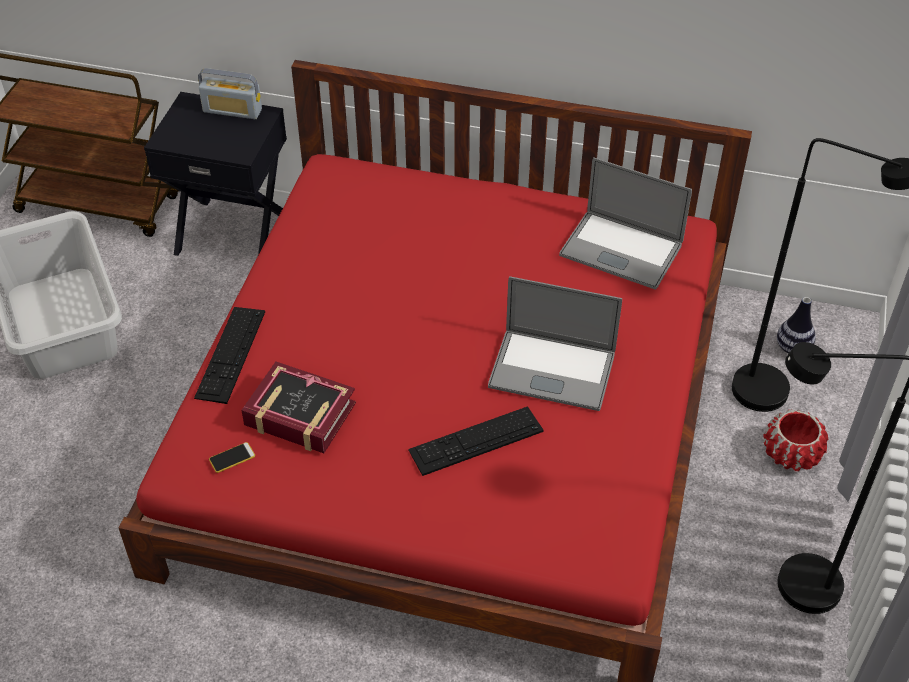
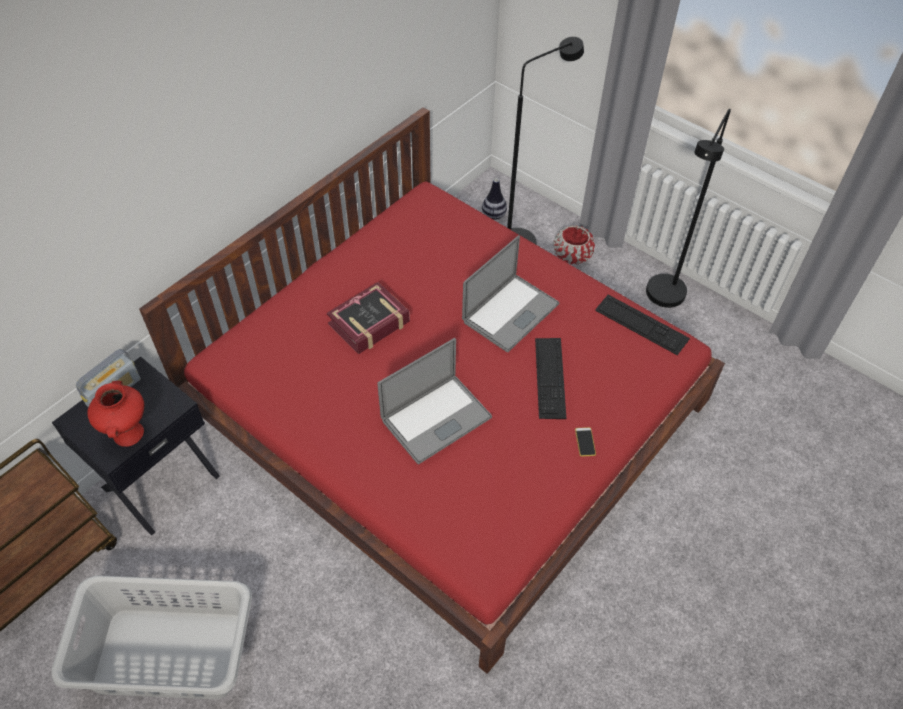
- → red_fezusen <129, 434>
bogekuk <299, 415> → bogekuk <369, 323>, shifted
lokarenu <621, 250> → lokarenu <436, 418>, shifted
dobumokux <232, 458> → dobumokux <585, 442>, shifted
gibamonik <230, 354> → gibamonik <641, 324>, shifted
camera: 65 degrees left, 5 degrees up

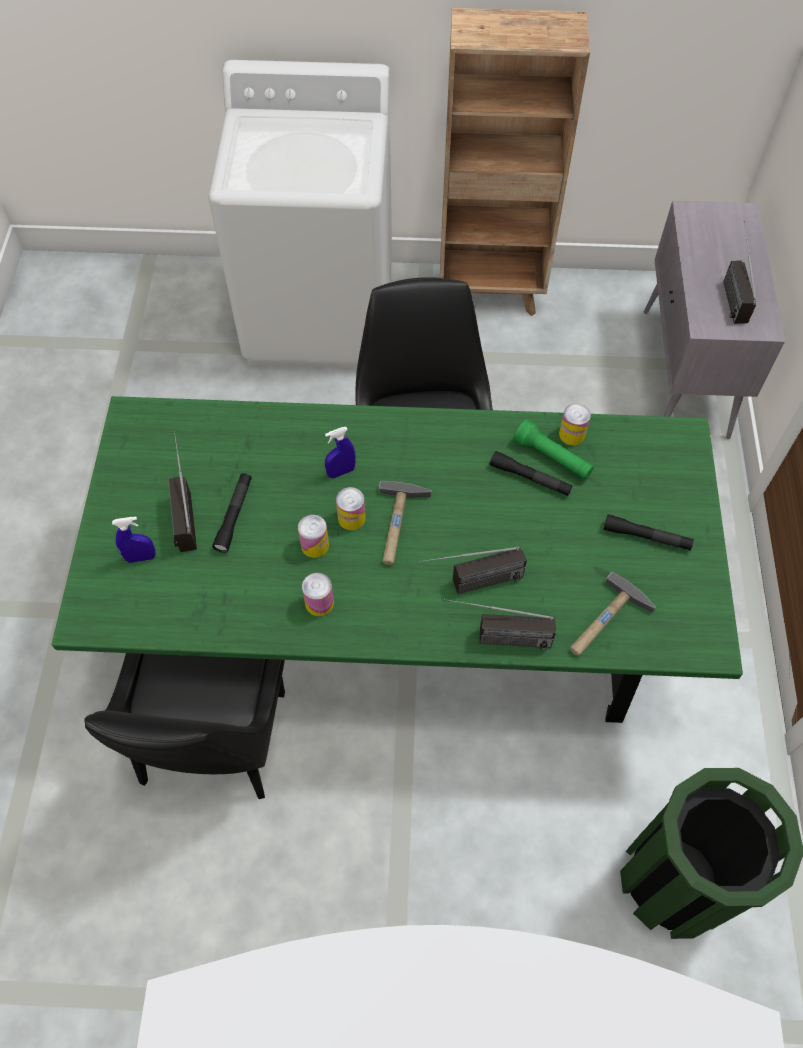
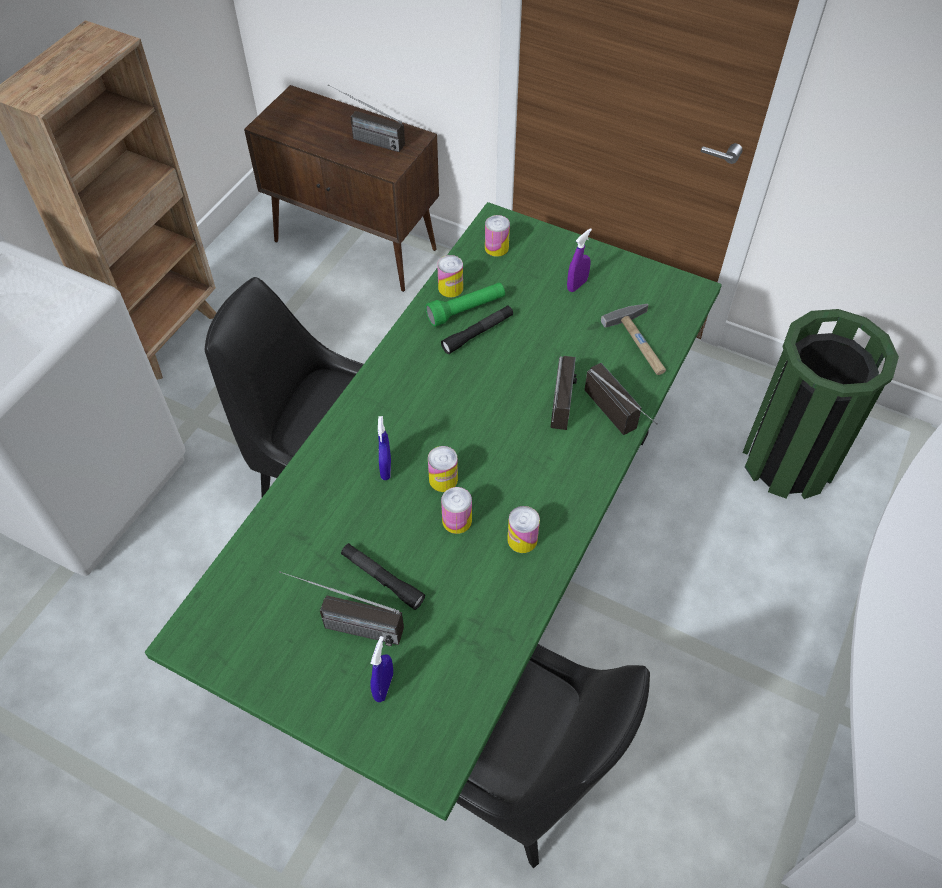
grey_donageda <685, 374> → brown_donageda <356, 246>
- → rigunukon <496, 248>
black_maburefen <646, 537> → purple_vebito <577, 285>
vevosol <495, 638> → vevosol <622, 421>, 60 degrees counterclockwise
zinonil <398, 525> → -
camera: 65 degrees left, 5 degrees down

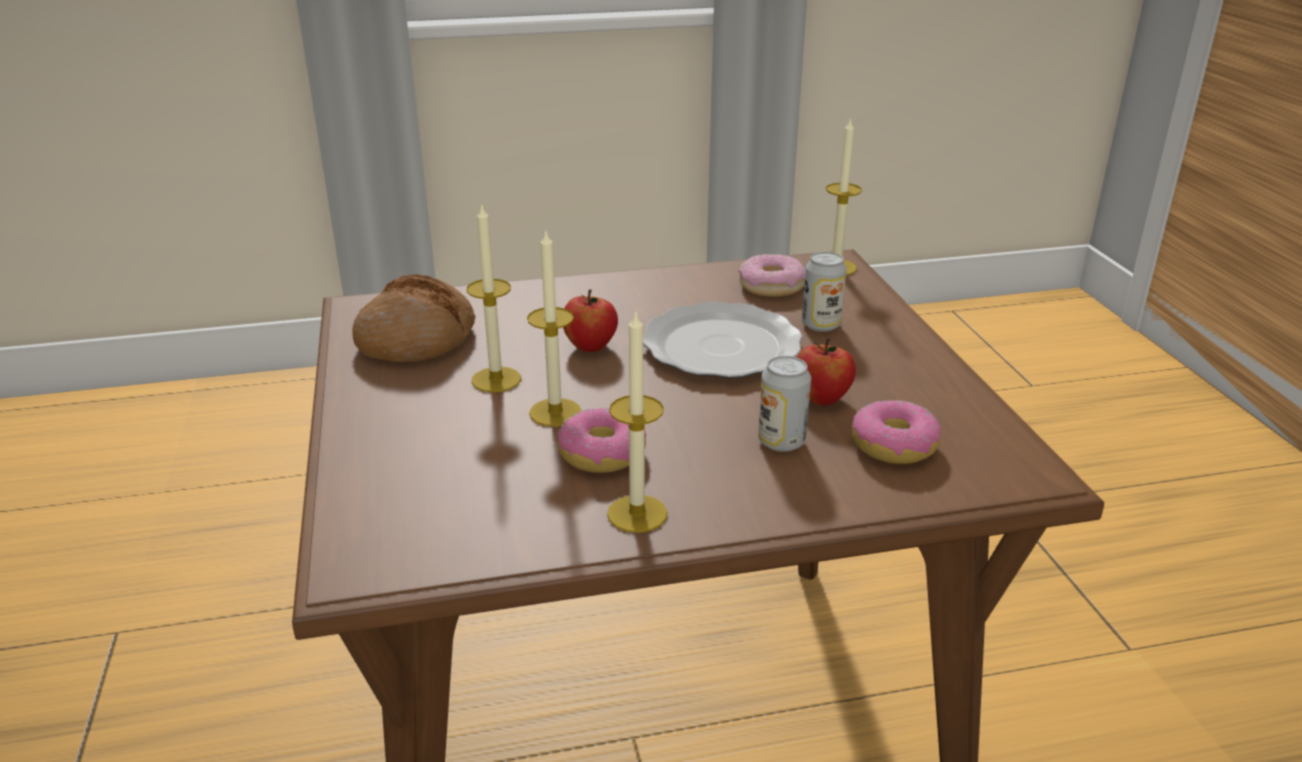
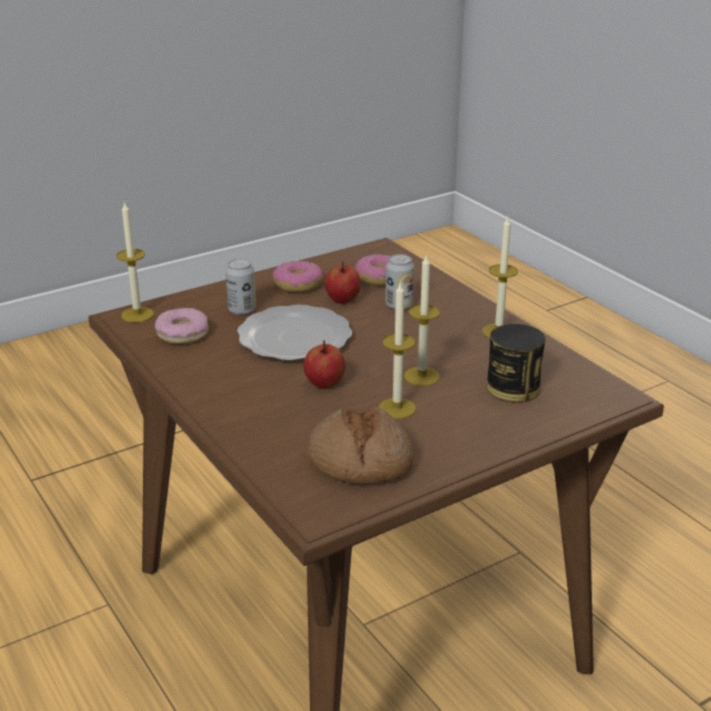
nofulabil <602, 454> → nofulabil <298, 284>, shifted
- → rigunukon <513, 388>
camera: 110 degrees left, 0 degrees up

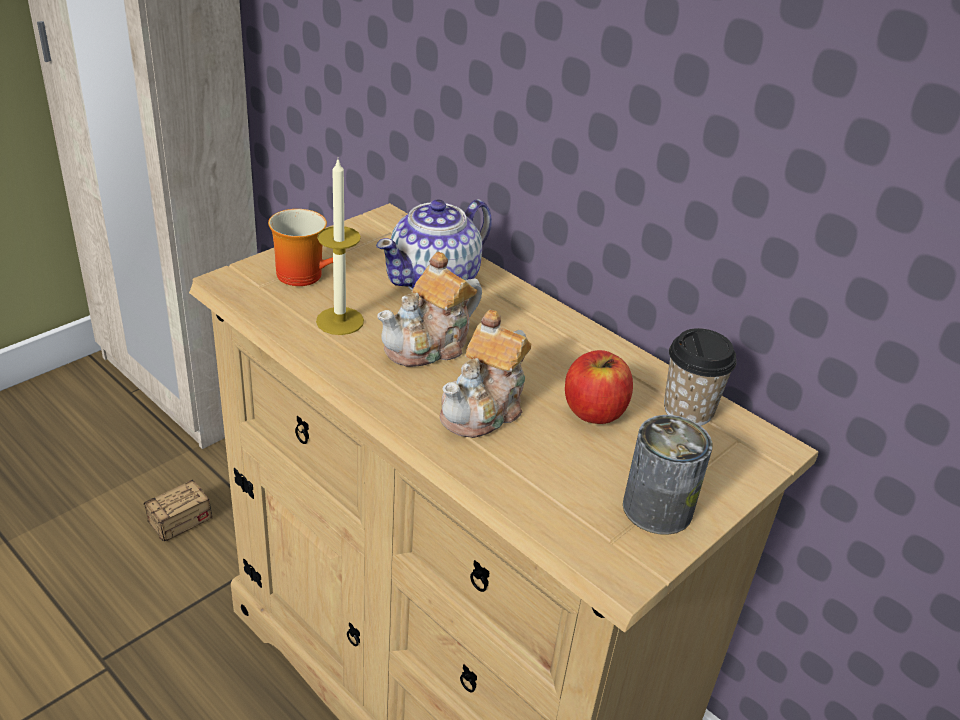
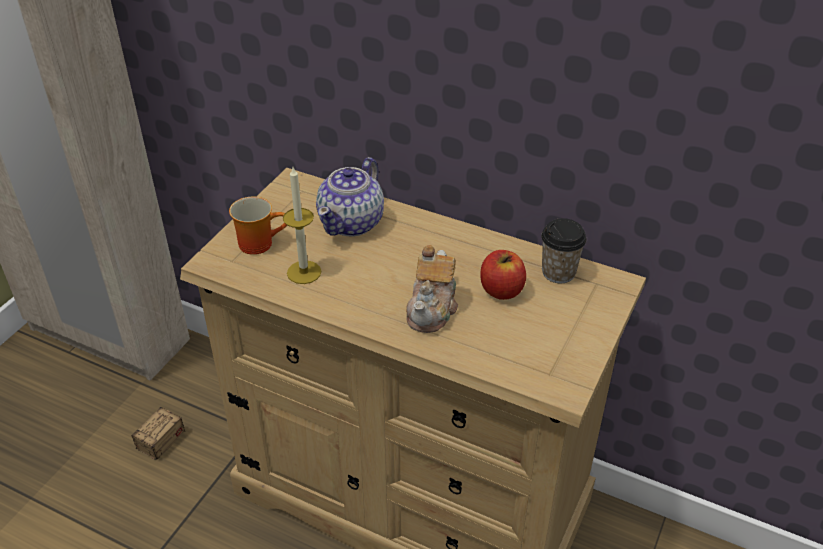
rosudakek <430, 345> → -
rigunukon <657, 508> → -
camera: 15 degrees left, 5 degrees up

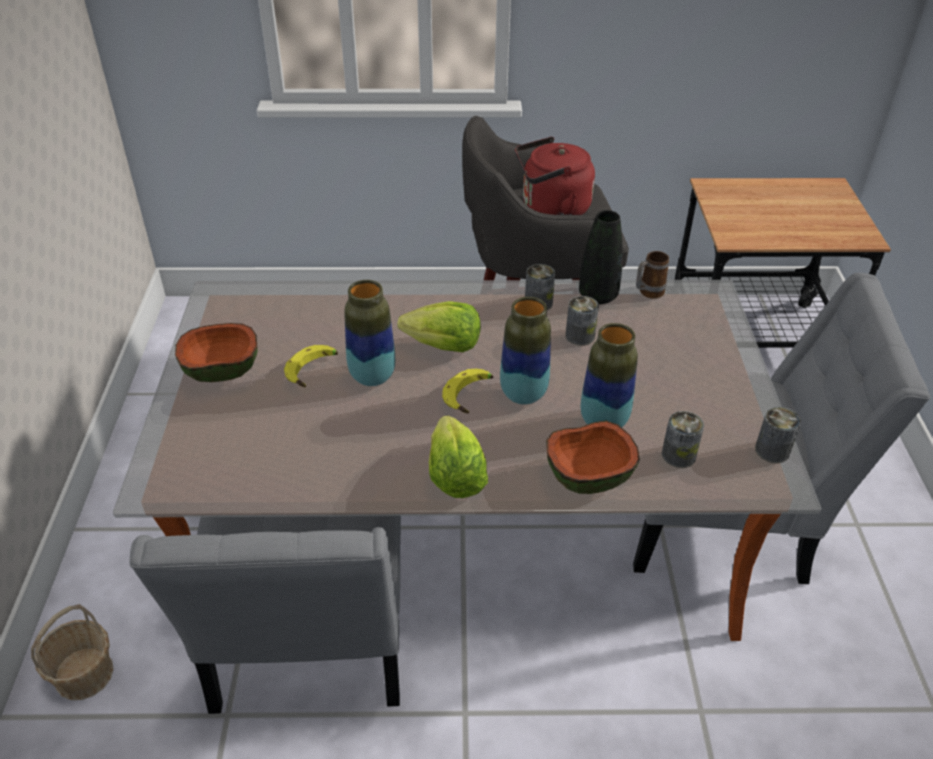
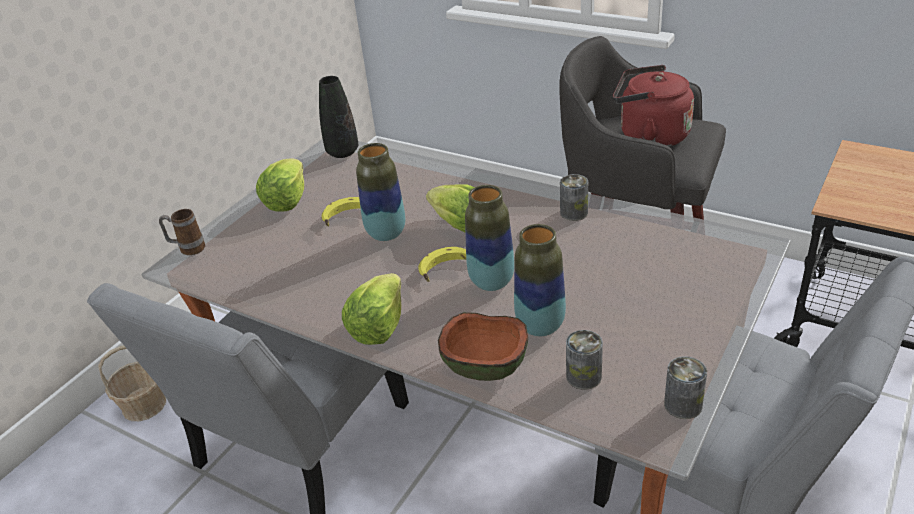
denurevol <647, 293> → denurevol <187, 249>, shifted
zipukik <221, 371> → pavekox <287, 201>
black_fezusen <598, 296> → black_fezusen <342, 152>, shifted
rigunukon <580, 336> → -
camera: 35 degrees right, 5 degrees down

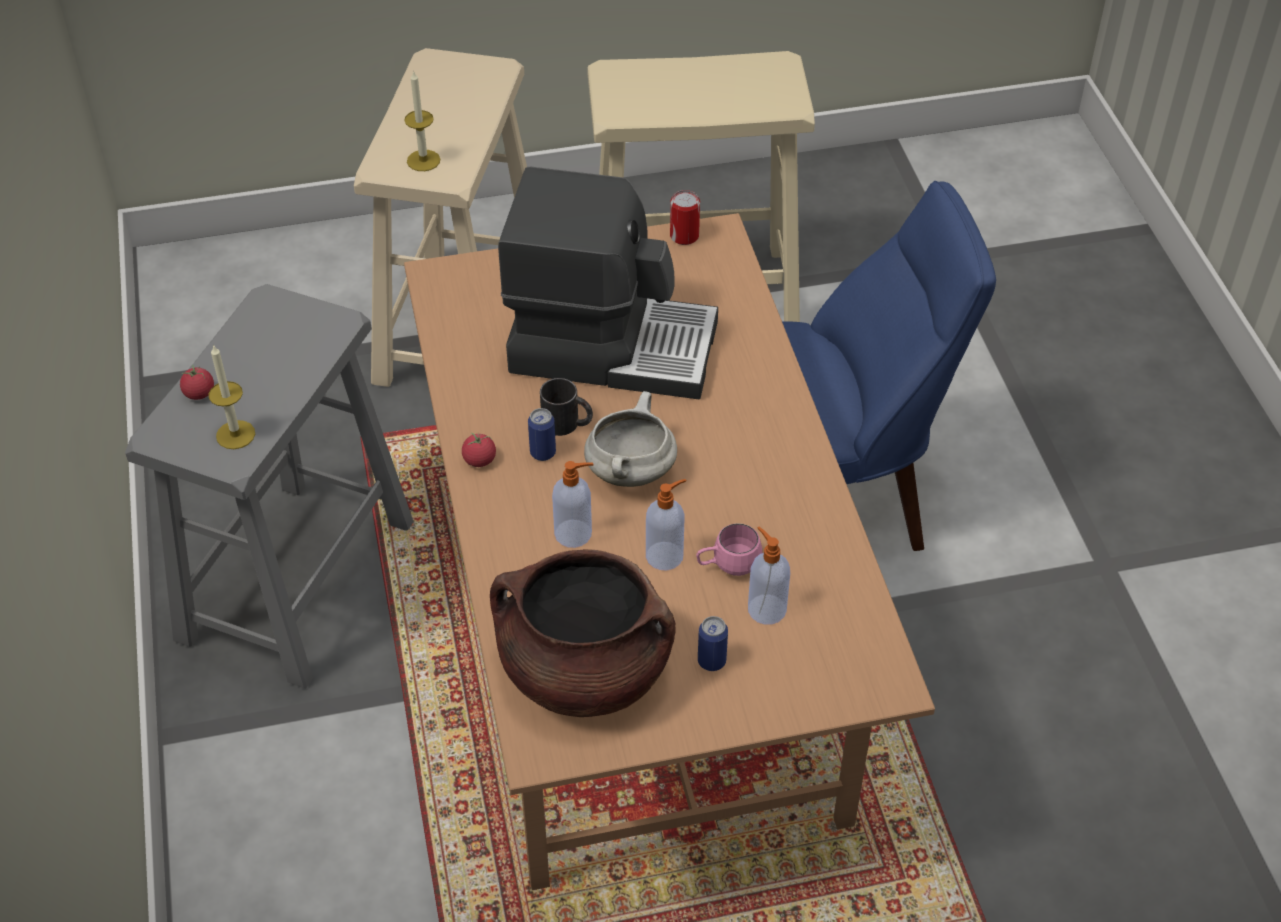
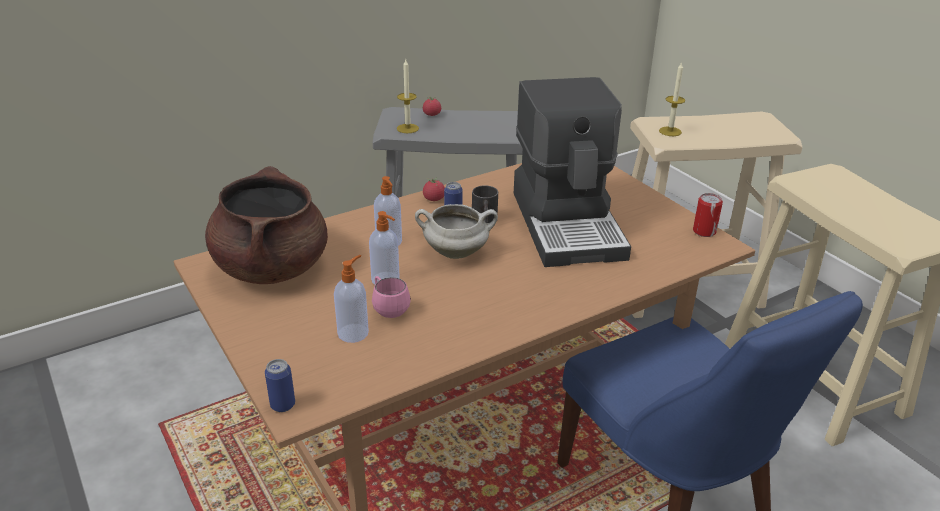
rigunukon <711, 661> → rigunukon <283, 405>, shifted
camera: 70 degrees right, 15 degrees down

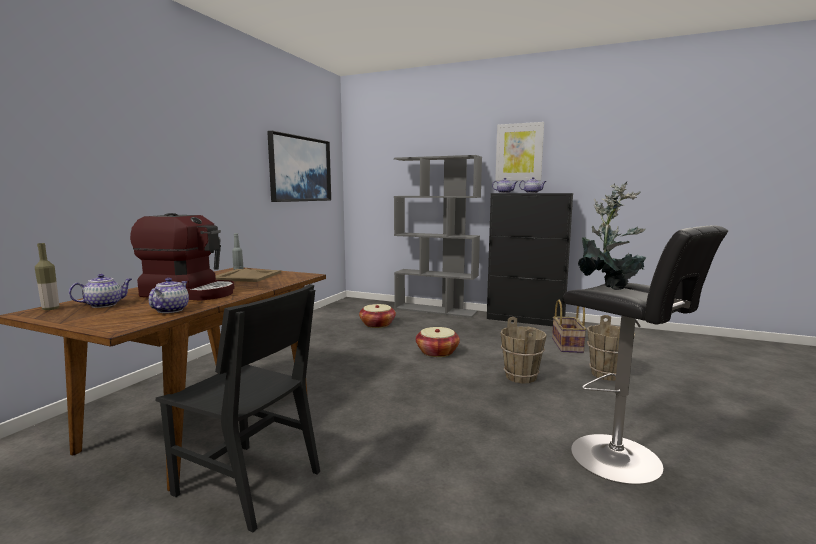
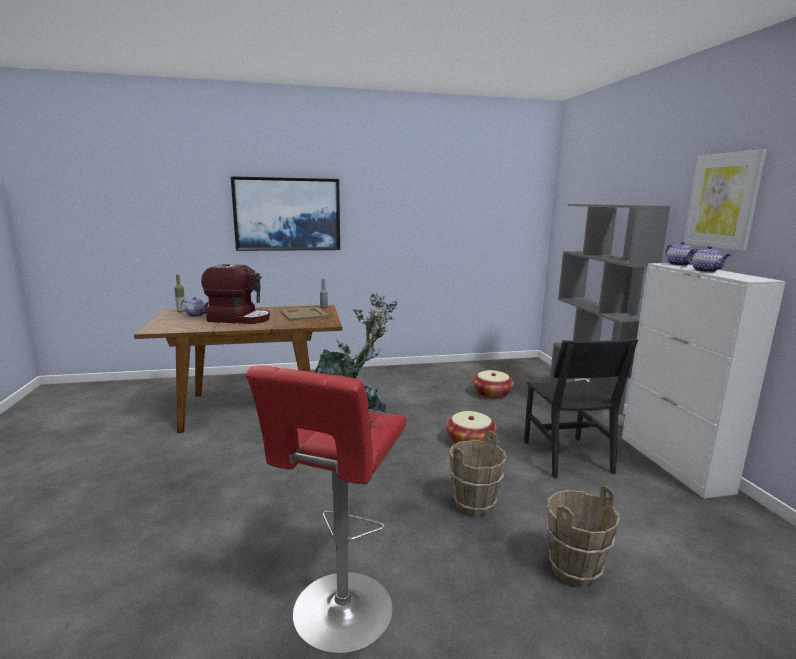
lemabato <190, 293> → lemabato <239, 318>, 60 degrees counterclockwise
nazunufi <300, 169> → nazunufi <287, 214>, shifted
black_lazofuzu <622, 460> → red_lazofuzu <340, 616>
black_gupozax <248, 483> → black_gupozax <566, 456>, shifted
black_donageda <525, 320> → white_donageda <673, 463>
rosudakek <171, 310> → -
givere <568, 345> → -
camera: 55 degrees right, 5 degrees up

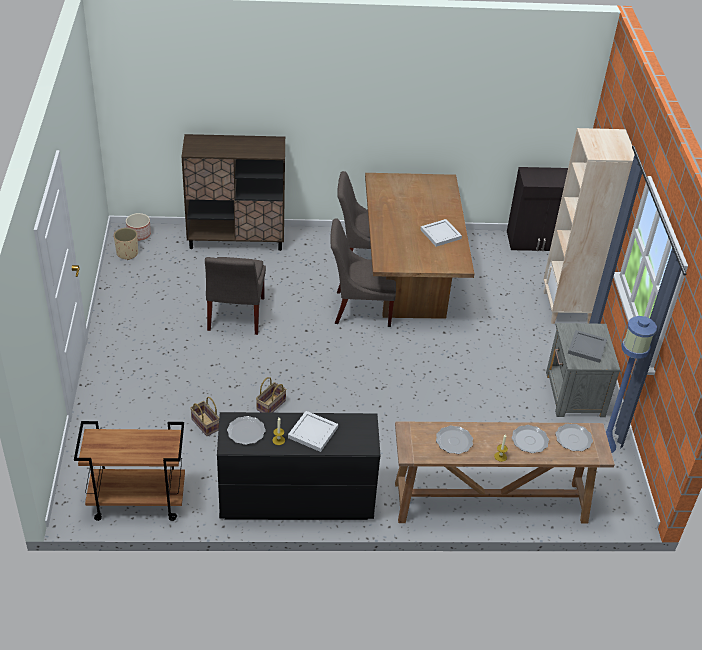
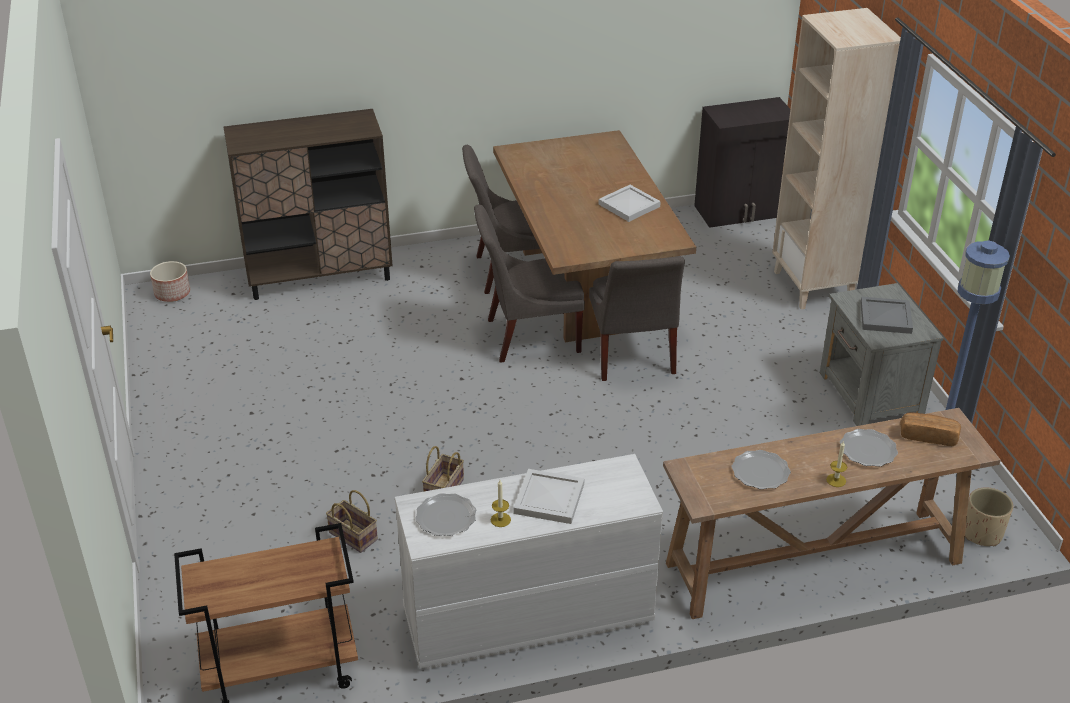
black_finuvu <295, 499> → white_finuvu <526, 617>
grey_gupozax <235, 316> → grey_gupozax <630, 355>, shifted
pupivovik <573, 439> → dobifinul <928, 436>
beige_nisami <127, 253> → beige_nisami <982, 533>, shifted
camera: 10 degrees left, 5 degrees down

